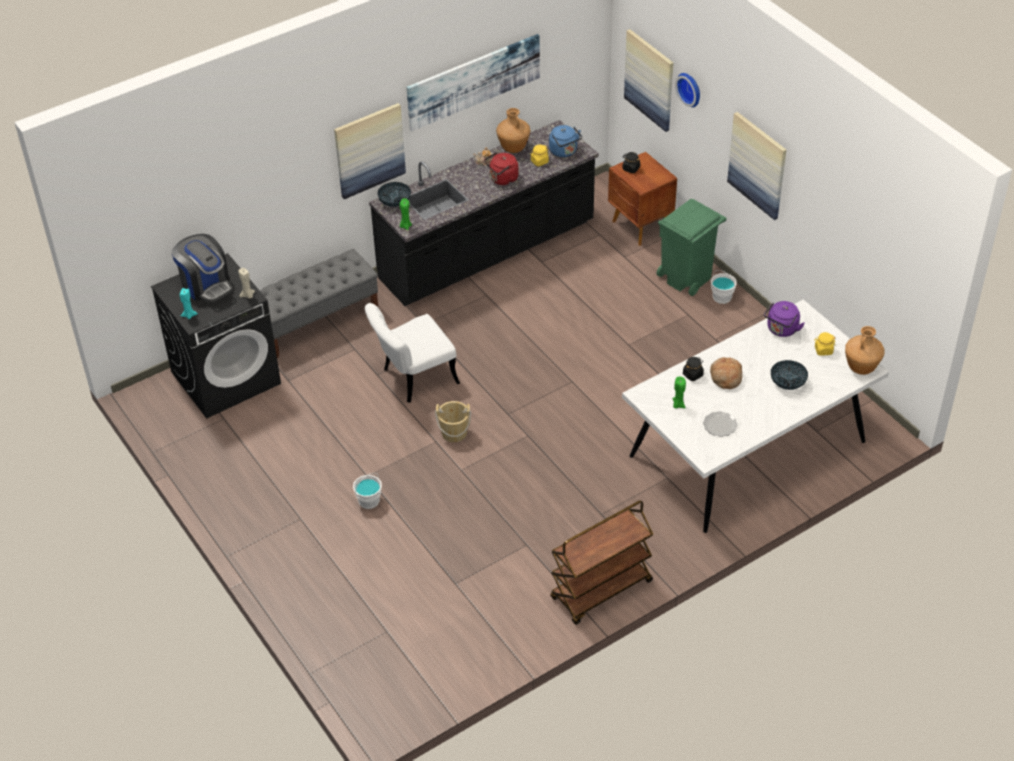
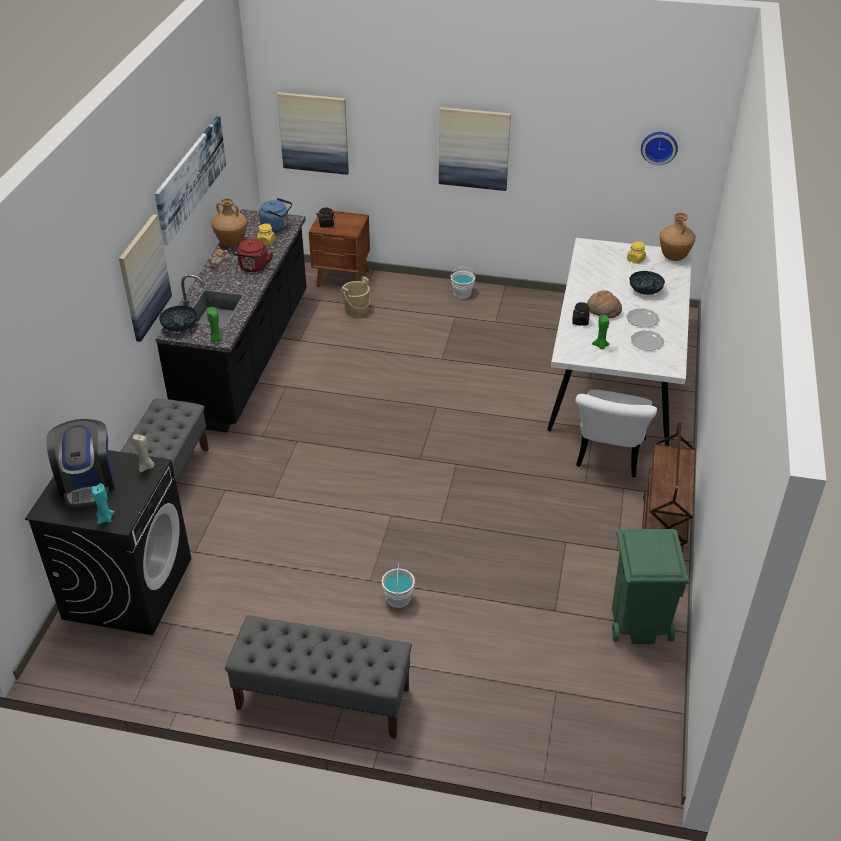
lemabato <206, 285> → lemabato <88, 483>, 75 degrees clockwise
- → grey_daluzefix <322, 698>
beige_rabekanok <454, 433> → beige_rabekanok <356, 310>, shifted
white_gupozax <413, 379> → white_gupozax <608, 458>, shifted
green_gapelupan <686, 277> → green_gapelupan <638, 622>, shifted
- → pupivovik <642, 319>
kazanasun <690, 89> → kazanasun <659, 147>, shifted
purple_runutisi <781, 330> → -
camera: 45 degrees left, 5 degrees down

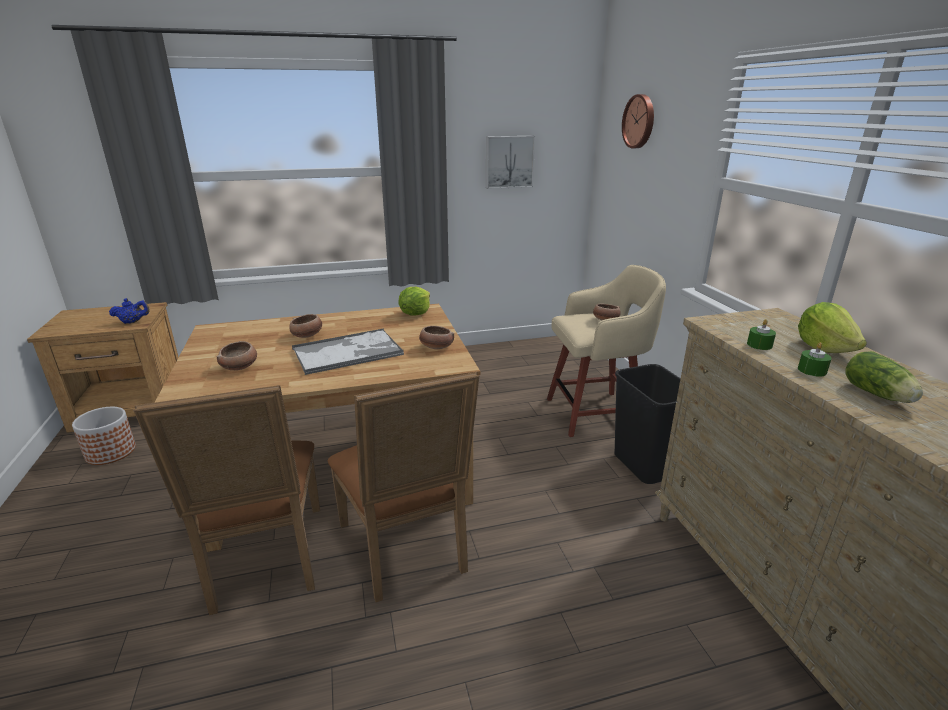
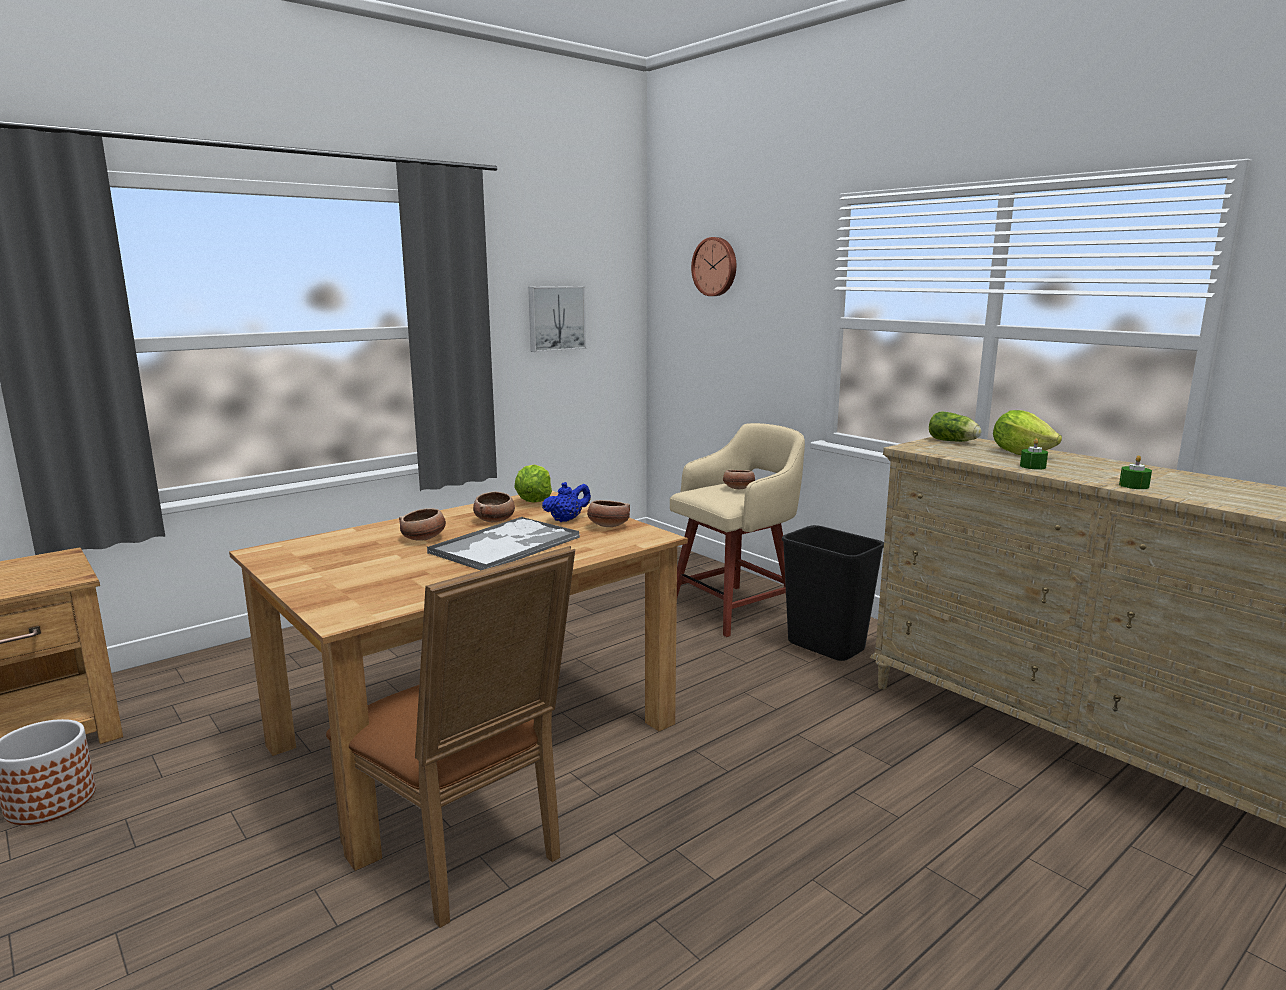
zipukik <240, 367> → zipukik <495, 520>, shifted
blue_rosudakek <133, 322> → blue_rosudakek <566, 520>, shifted
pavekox <878, 395> → pavekox <954, 441>, shifted
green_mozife <759, 345> → green_mozife <1134, 486>, shifted
brown_gupozax <408, 551> → -
camera: 25 degrees left, 10 degrees down

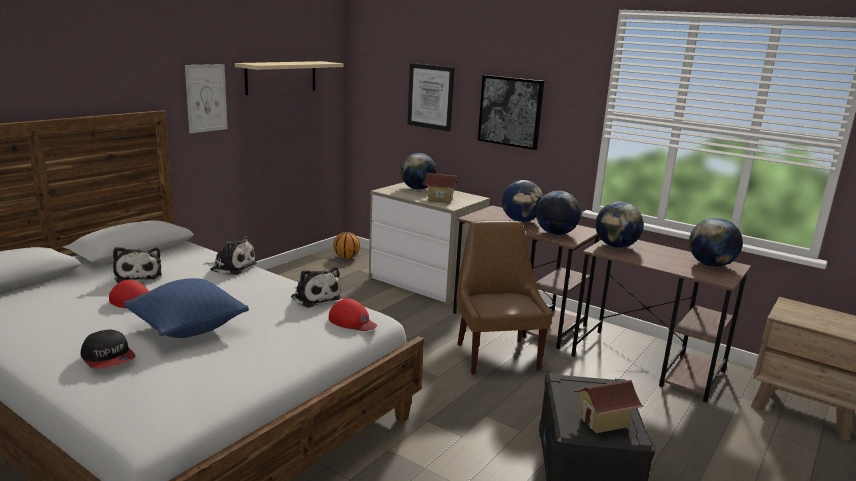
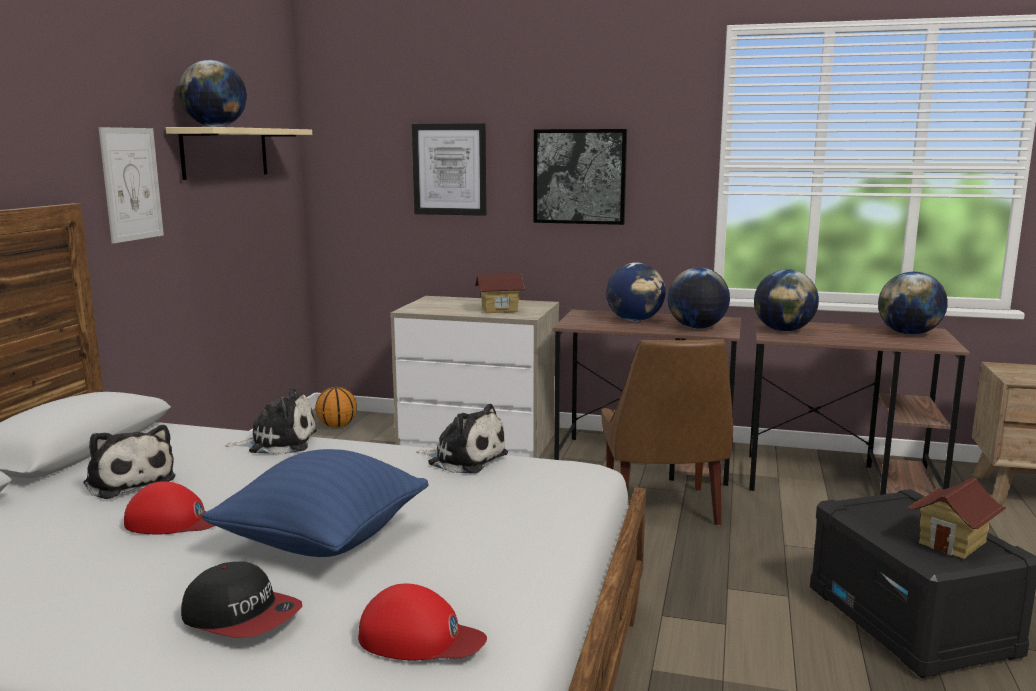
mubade <417, 189> → mubade <216, 127>, shifted
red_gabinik <352, 321> → red_gabinik <420, 637>, shifted
brown_gupozax <496, 355> → brown_gupozax <662, 509>, 150 degrees counterclockwise
camera: 20 degrees left, 5 degrees down

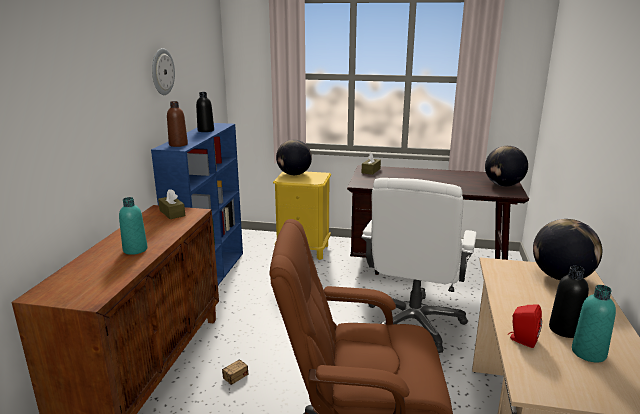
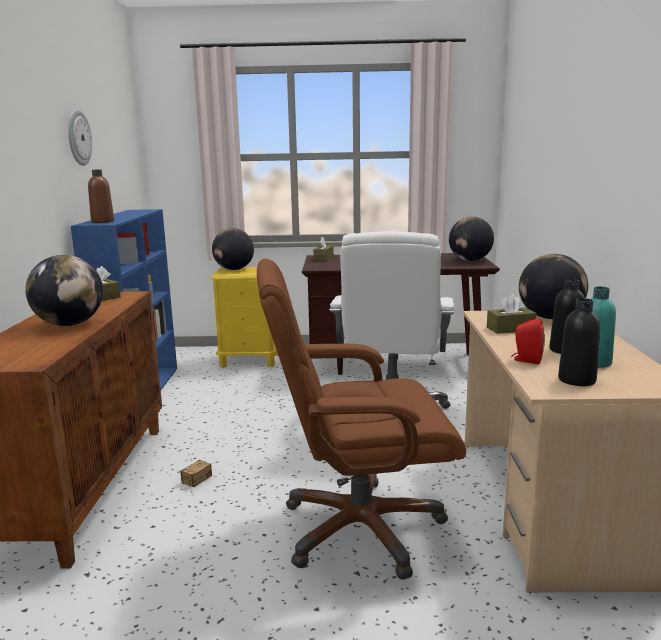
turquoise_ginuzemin <135, 250> → mubade <70, 324>
- → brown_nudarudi <510, 329>
black_ginuzemin <206, 130> → black_ginuzemin <576, 380>, shifted
camera: 10 degrees left, 5 degrees down

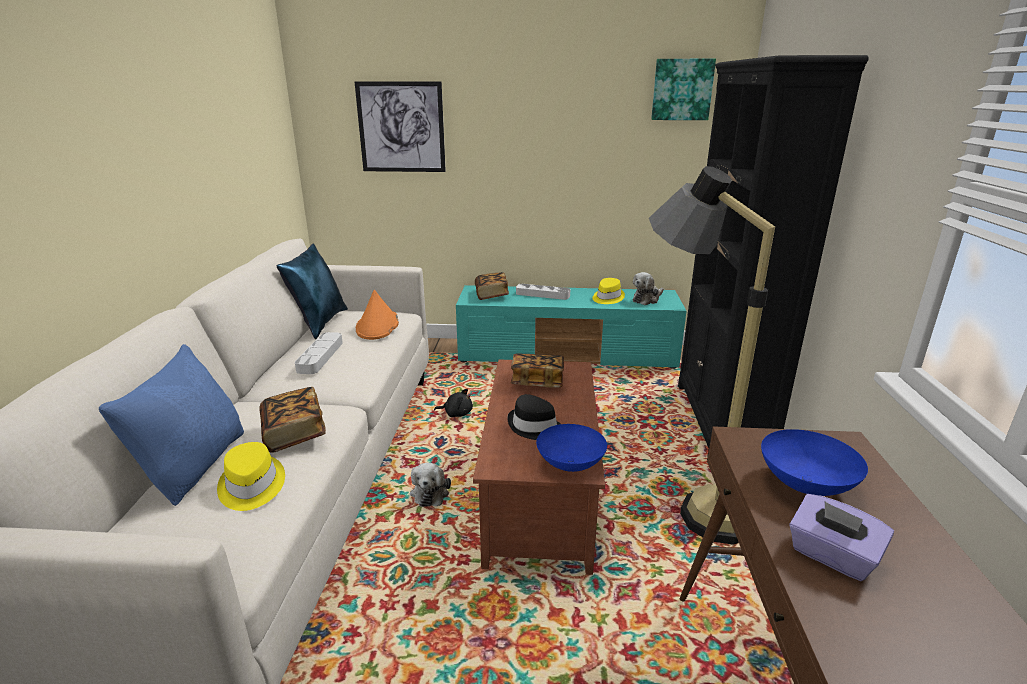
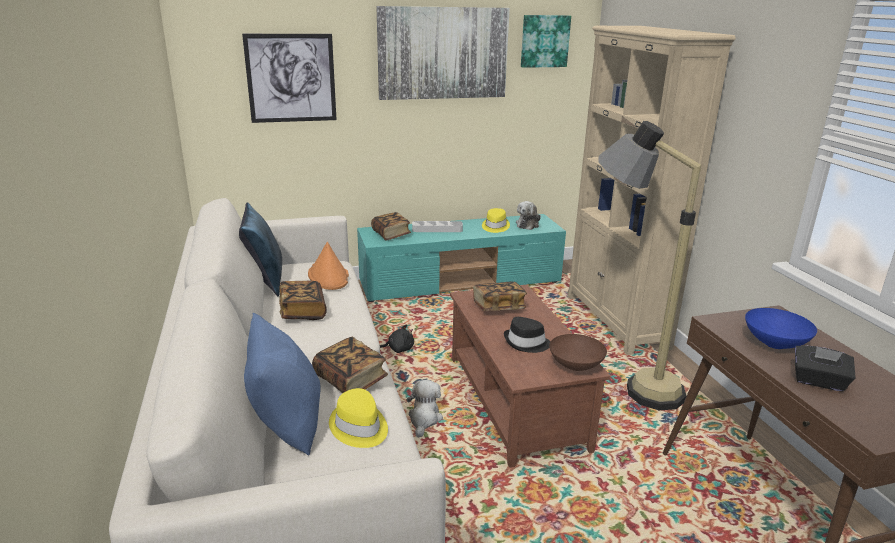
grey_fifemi <320, 356> → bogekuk <302, 311>
- → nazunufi <443, 53>
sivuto <430, 492> → sivuto <424, 419>, 150 degrees counterclockwise
blue_zipukik <570, 465> → brown_zipukik <576, 366>
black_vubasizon <721, 423> → beige_vubasizon <616, 322>
purple_nudarudi <832, 556> → black_nudarudi <818, 381>
camera: 20 degrees left, 0 degrees up

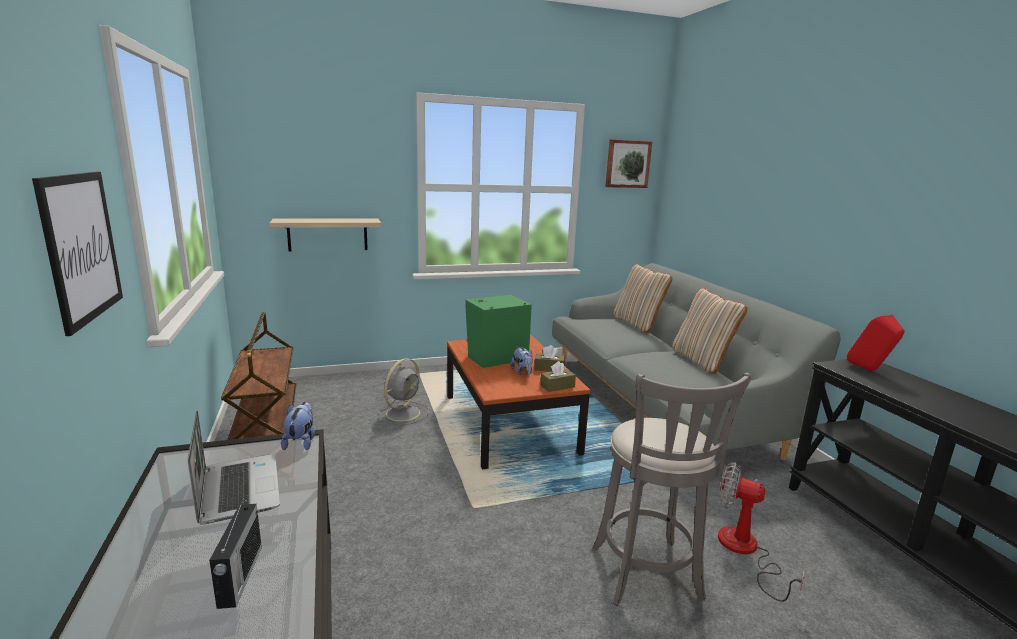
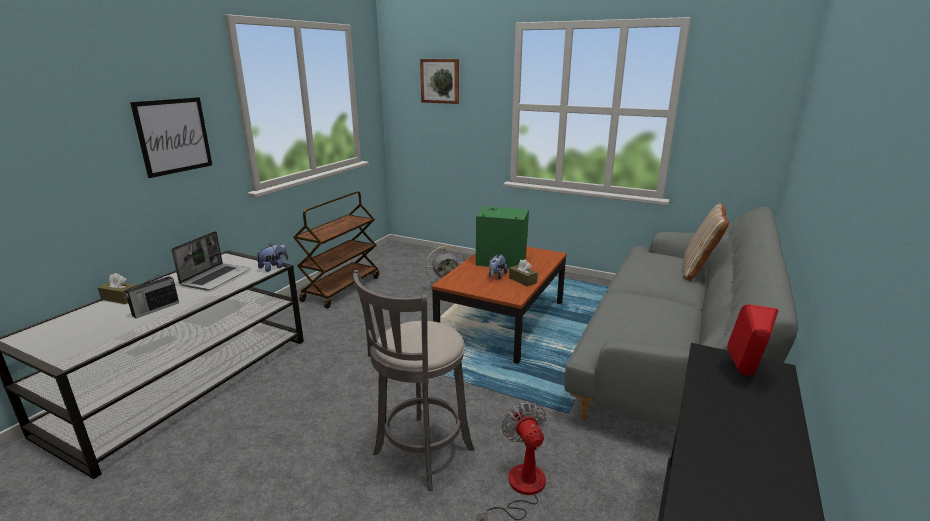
brown_nudarudi <557, 386> → brown_nudarudi <120, 298>, shifted
nazunufi <627, 164> → nazunufi <440, 81>, shifted
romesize <327, 234> → -
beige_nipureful <702, 361> → -
camera: 45 degrees right, 5 degrees up

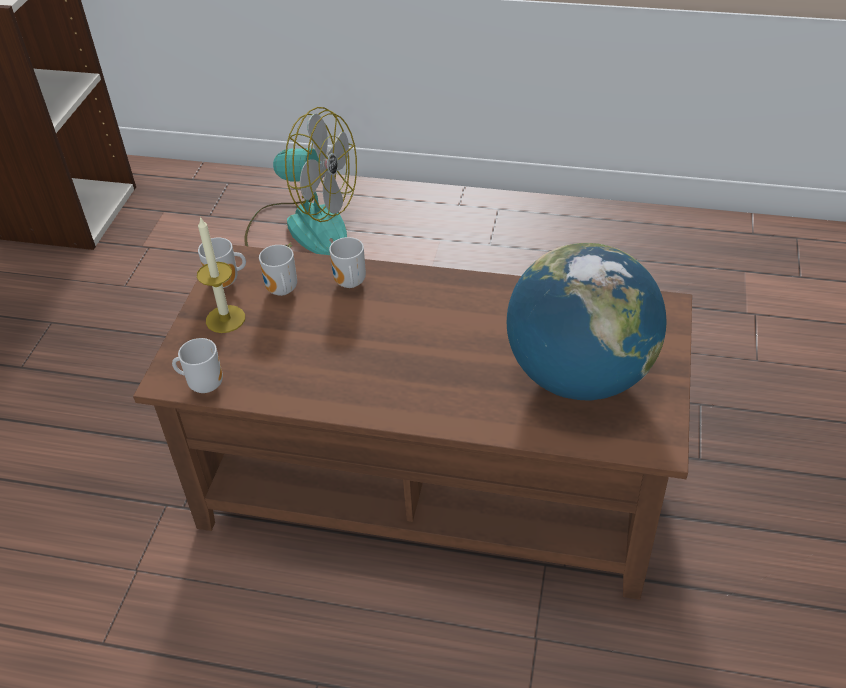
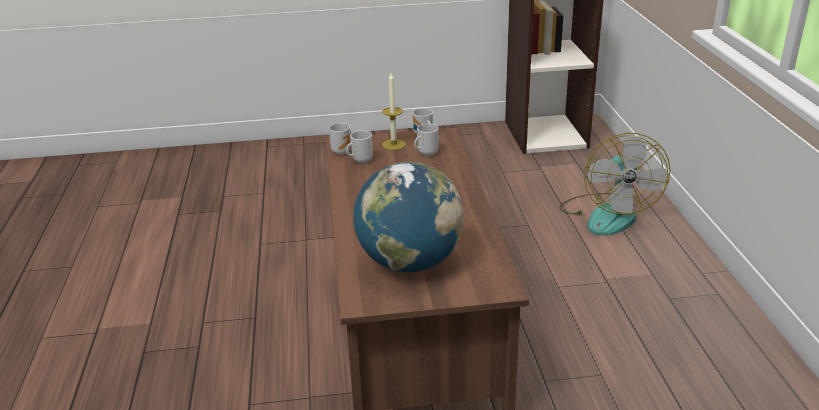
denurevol <349, 284> → denurevol <360, 160>, shifted
camera: 70 degrees right, 15 degrees down

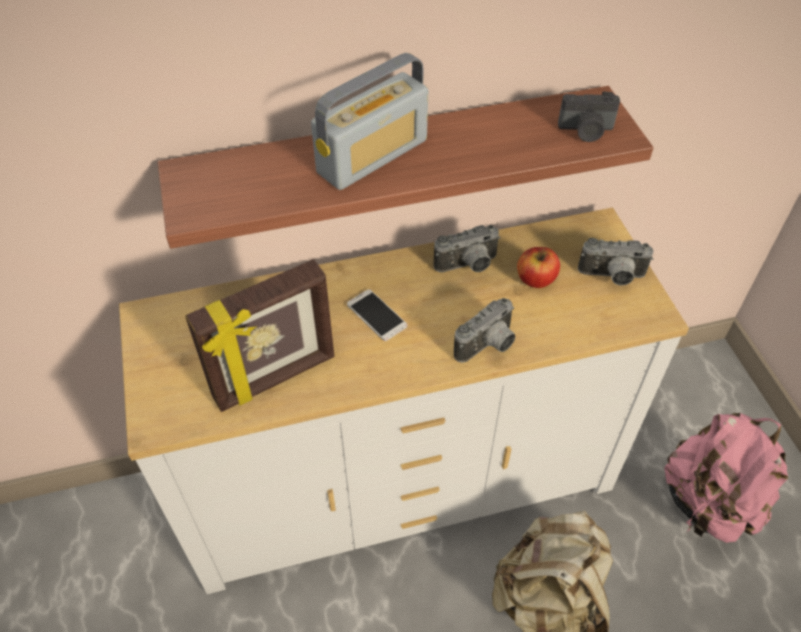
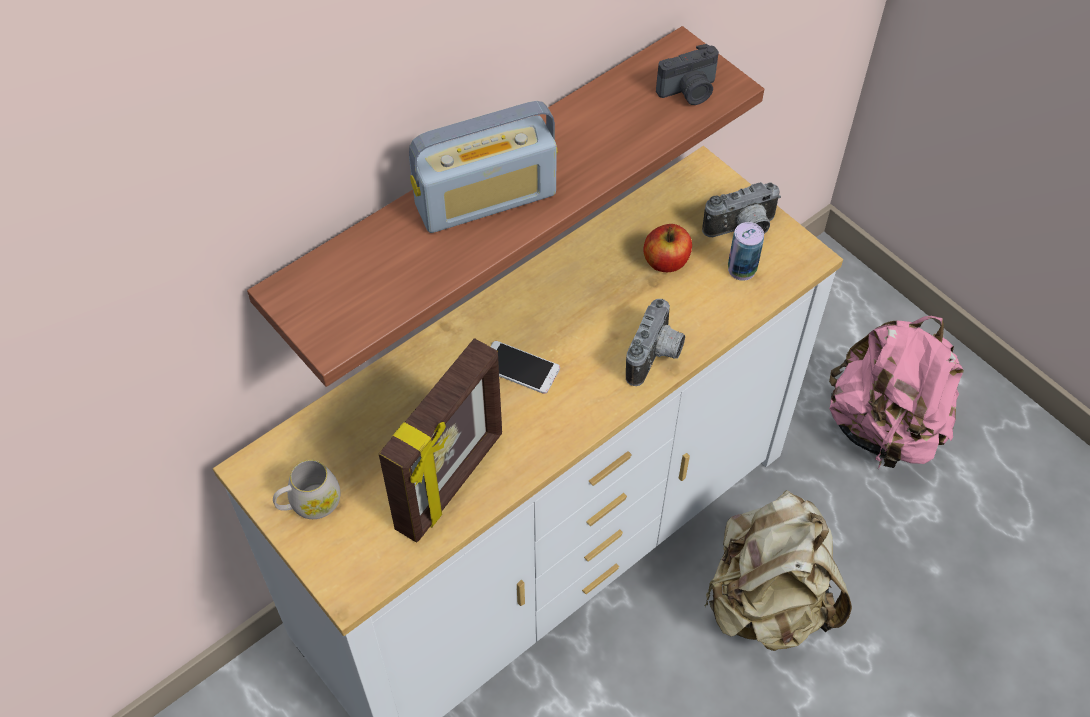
- → white_denurevol <309, 504>
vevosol <372, 156> → vevosol <486, 199>, 45 degrees clockwise
- → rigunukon <741, 269>
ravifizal <468, 266> → -
camera: 25 degrees left, 5 degrees up

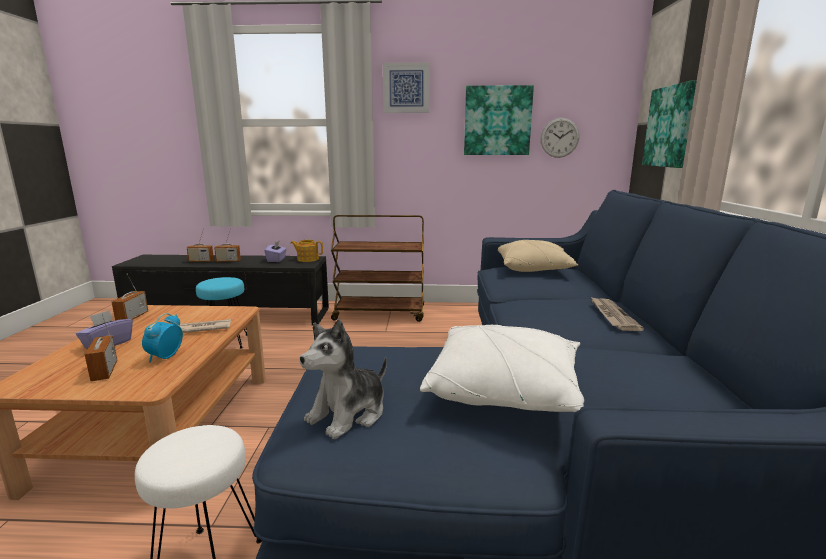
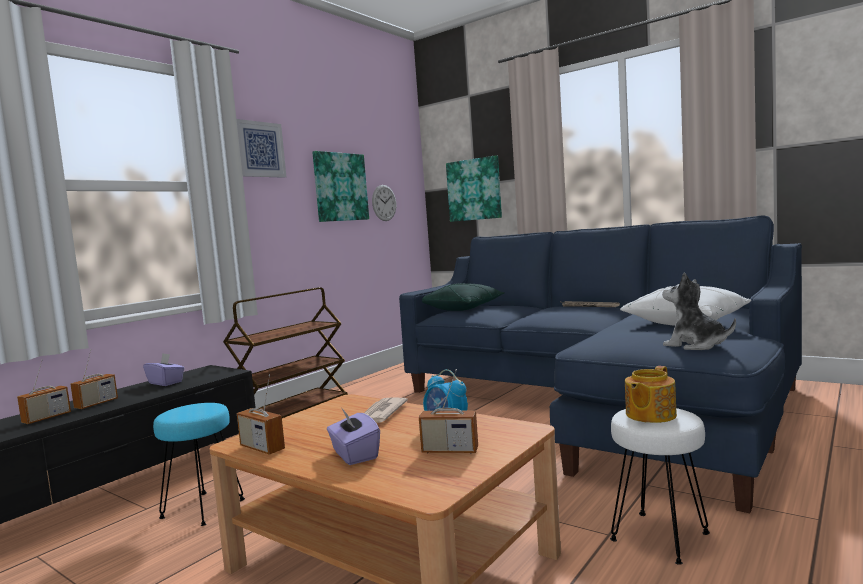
beige_nipureful <534, 269> → green_nipureful <463, 308>
rosudakek <307, 259> → rosudakek <649, 415>, shifted
sivuto <348, 414> → sivuto <695, 345>, 150 degrees clockwise
camera: 55 degrees left, 10 degrees down

